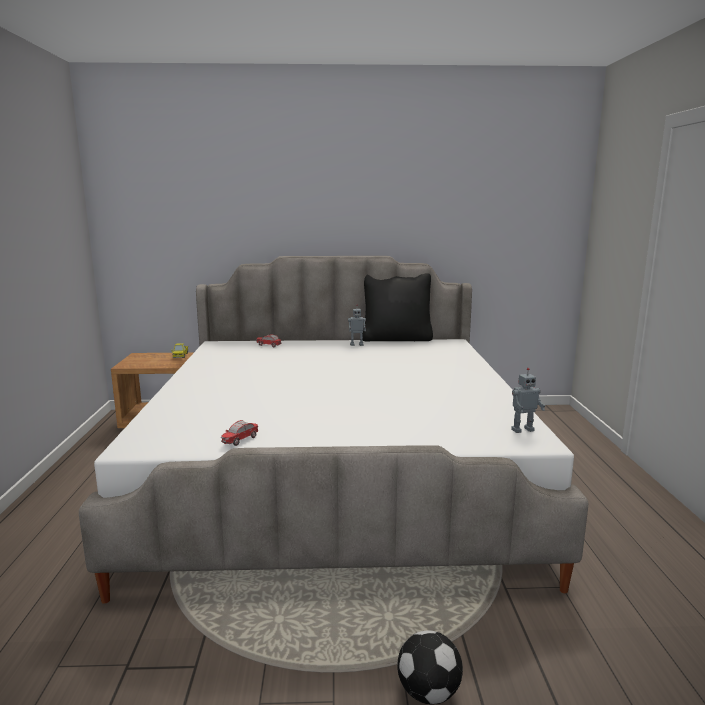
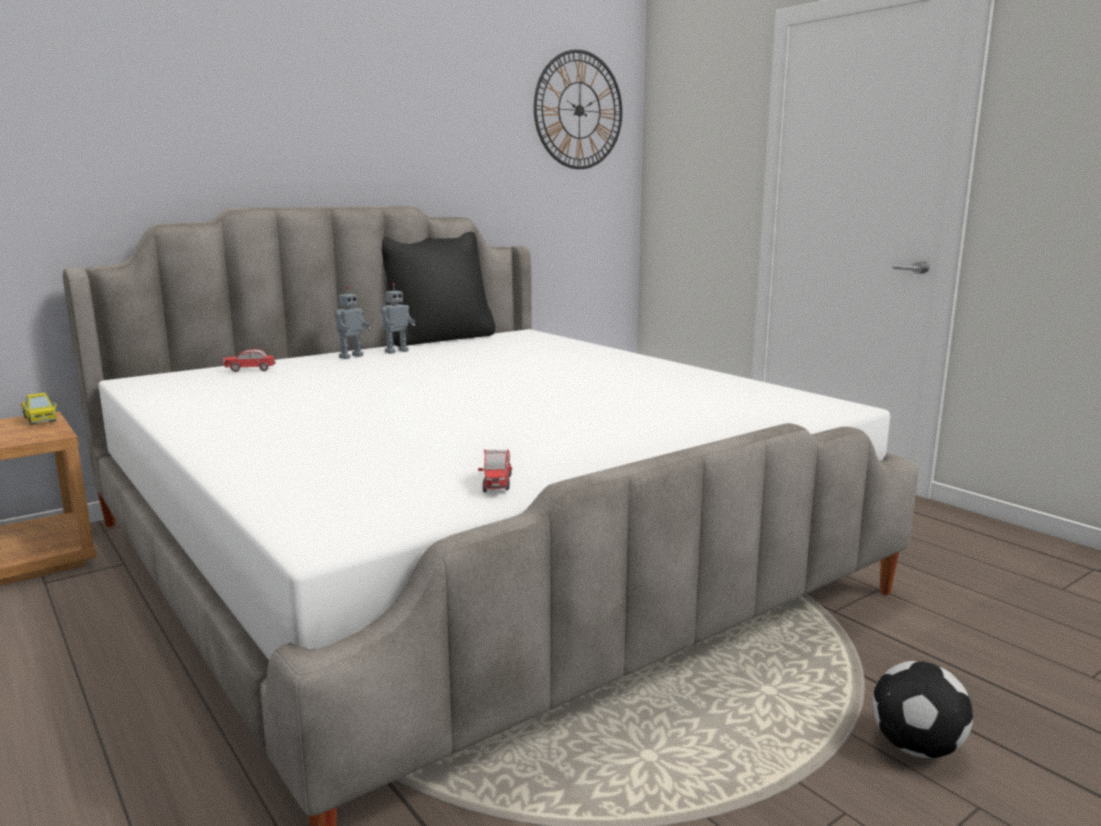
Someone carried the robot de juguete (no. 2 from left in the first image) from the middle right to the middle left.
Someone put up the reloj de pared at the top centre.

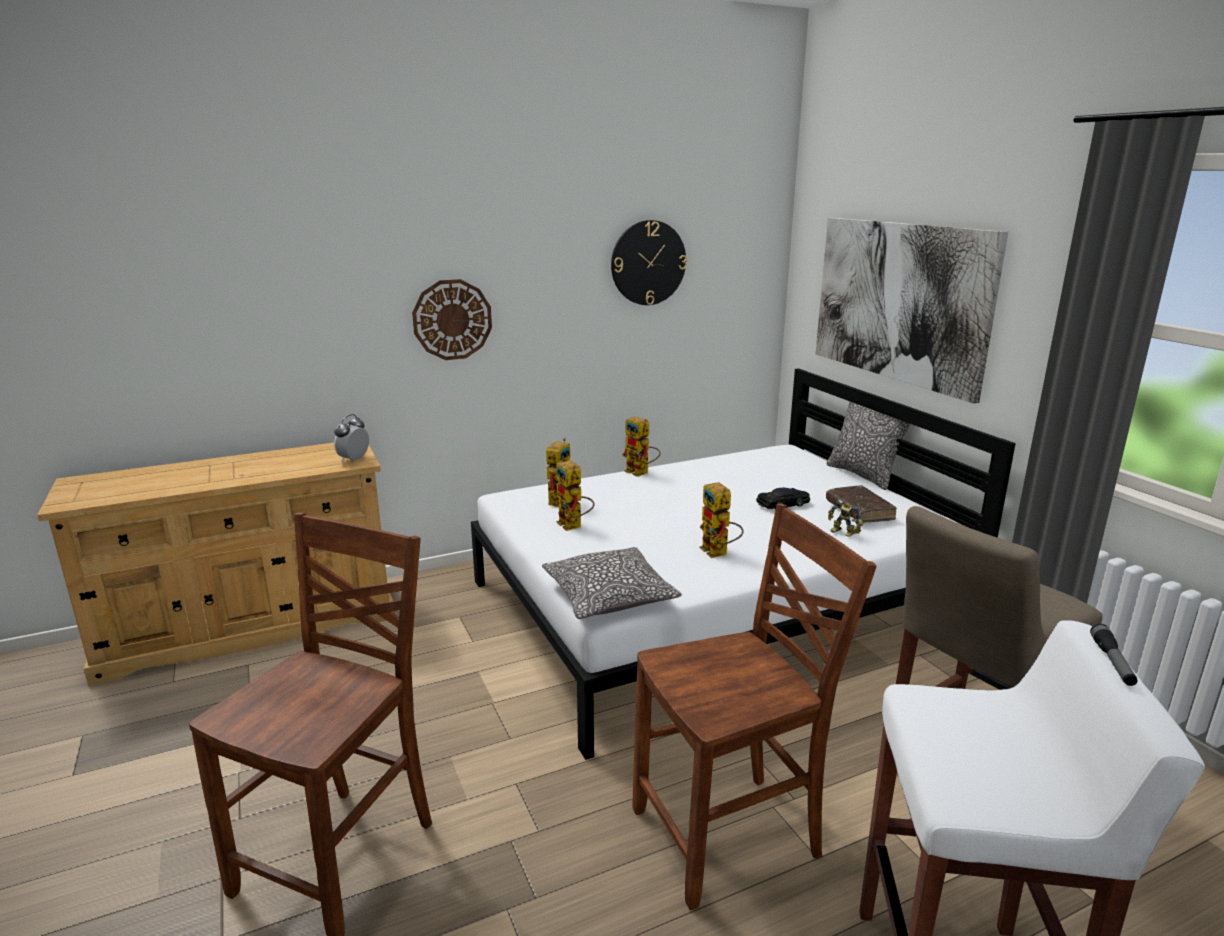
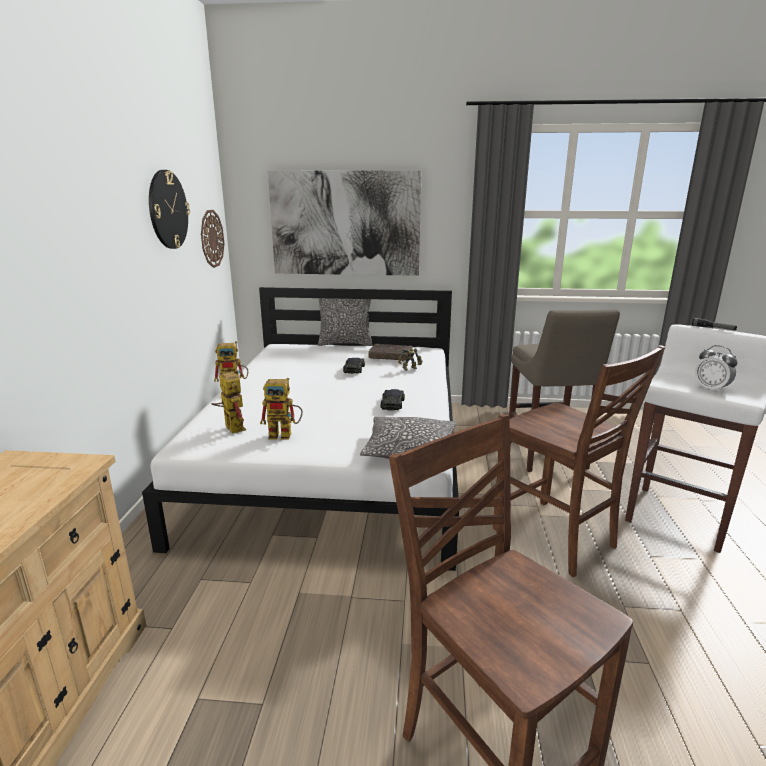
Someone carried the despertador from the middle left to the middle right.
Someone carried the reloj de pared (no. 1 from left in the first image) from the centre to the top left.
Someone rotated the silla/marrón (no. 2 from left) at the bottom centre by 135 degrees clockwise.
Someone swapped the robot de juguete (no. 4 from left) at the centre for the coche de juguete/negro (no. 2 from left) at the centre.

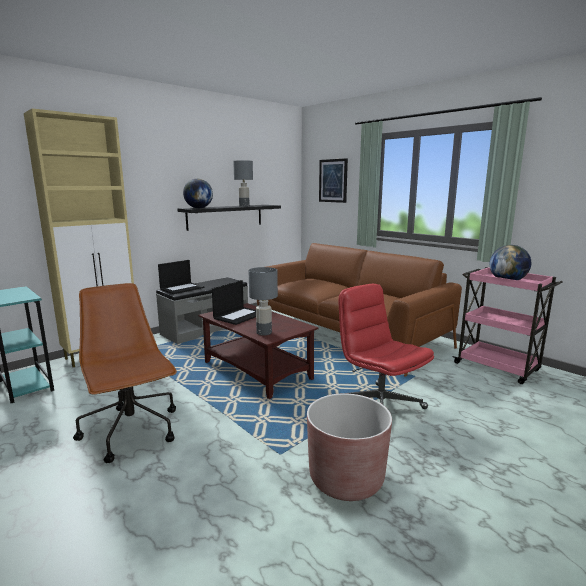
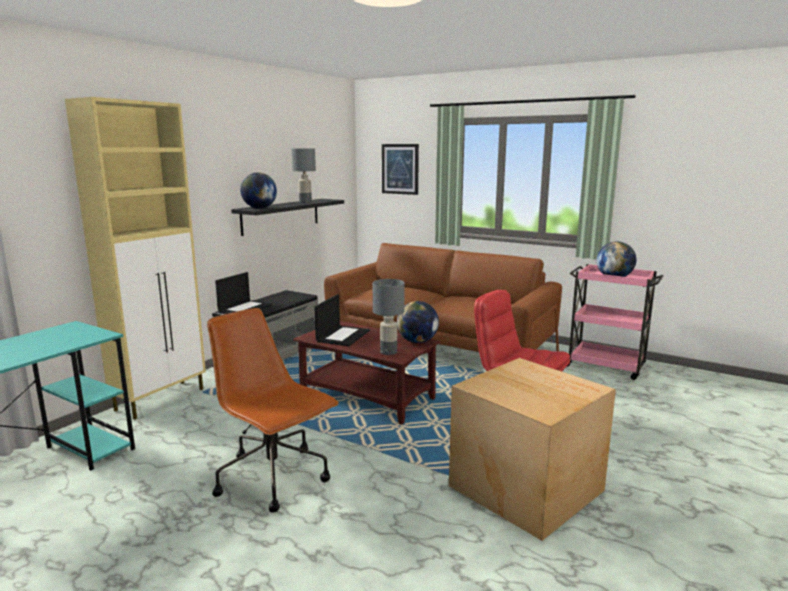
Someone swapped the maceta/marrón at the bottom centre for the caja de cartón at the bottom right.
Someone put down the globo terráqueo (no. 2 from left) at the centre.

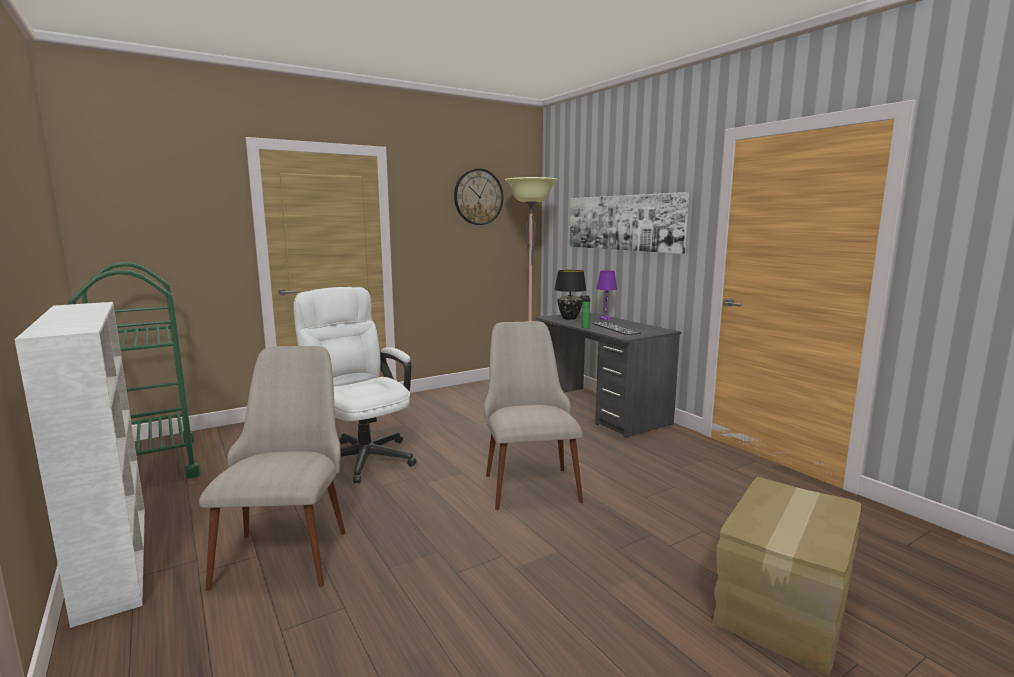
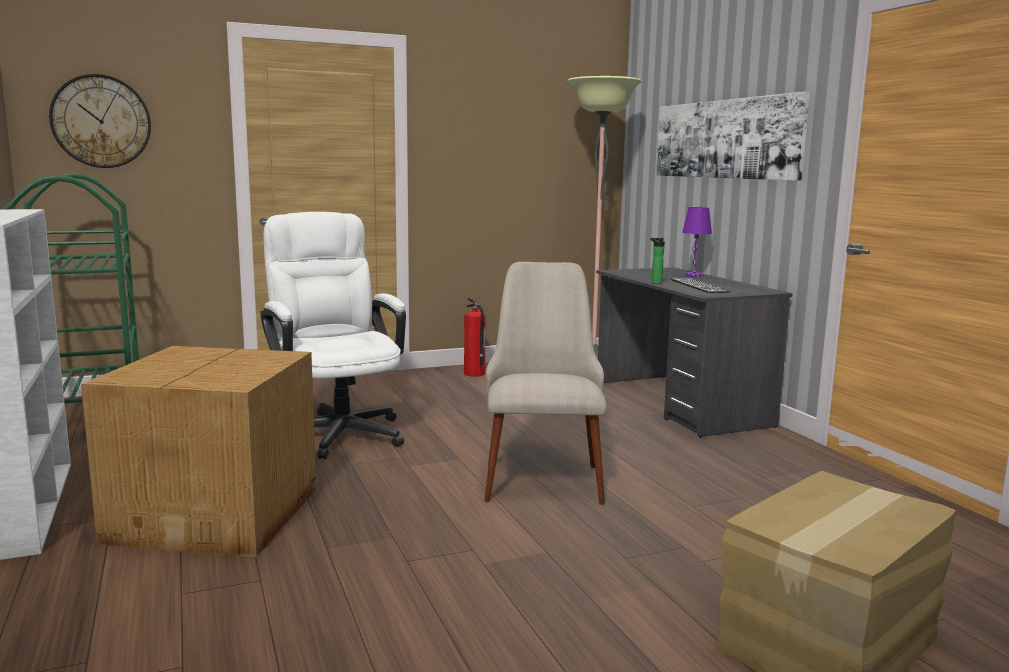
Someone swapped the silla/beis (no. 1 from left) at the bottom left for the caja de cartón (no. 1 from left) at the bottom left.
Someone carried the reloj de pared from the top centre to the top left.
Someone took away the lámpara de mesa/negro at the centre.
Someone put down the extintor at the centre.

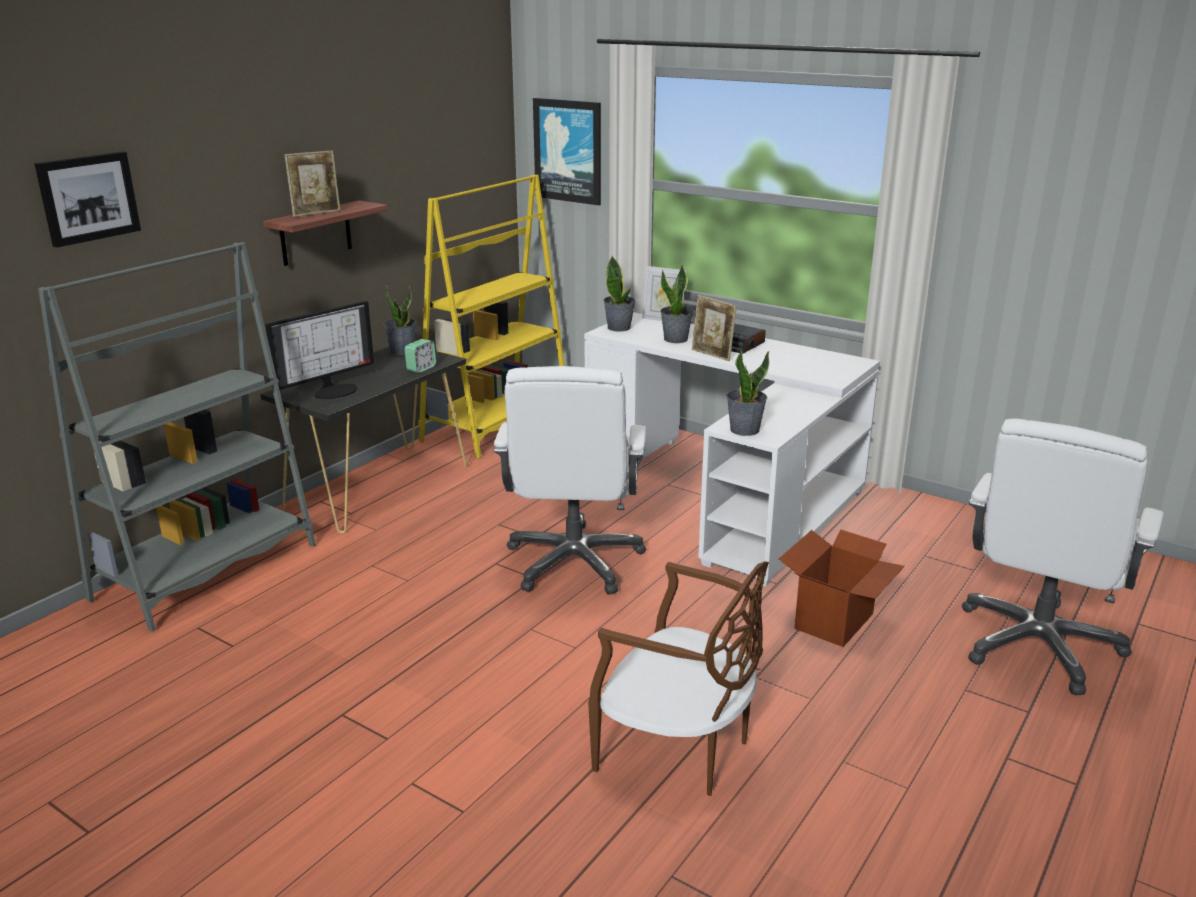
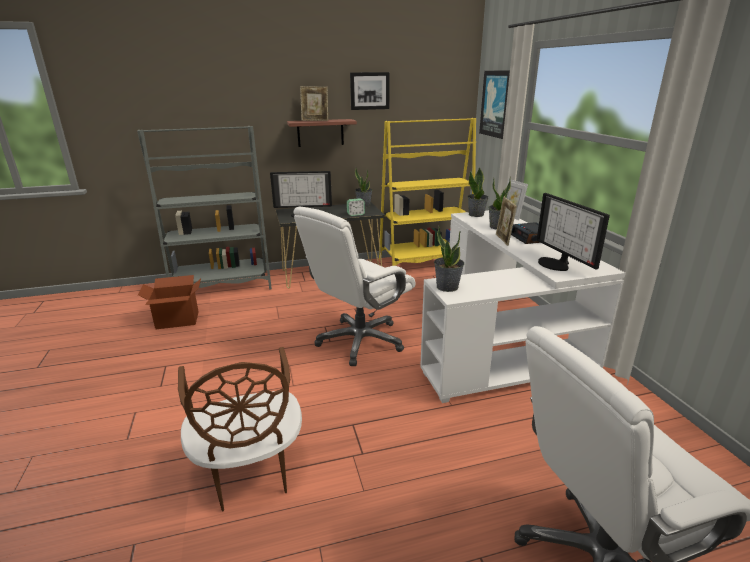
Someone carried the cuadro (no. 1 from left) from the top left to the top centre.
Someone carried the caja de cartón from the middle right to the middle left.
Someone put down the monitor (no. 2 from left) at the middle right.

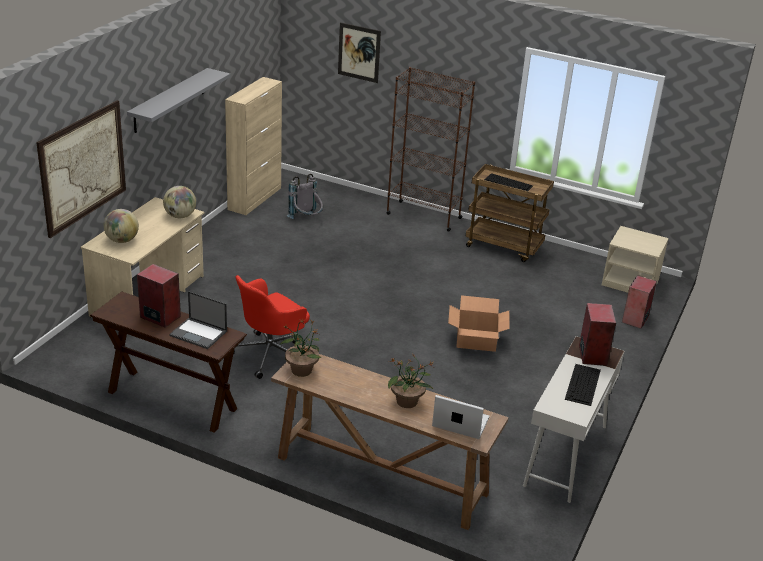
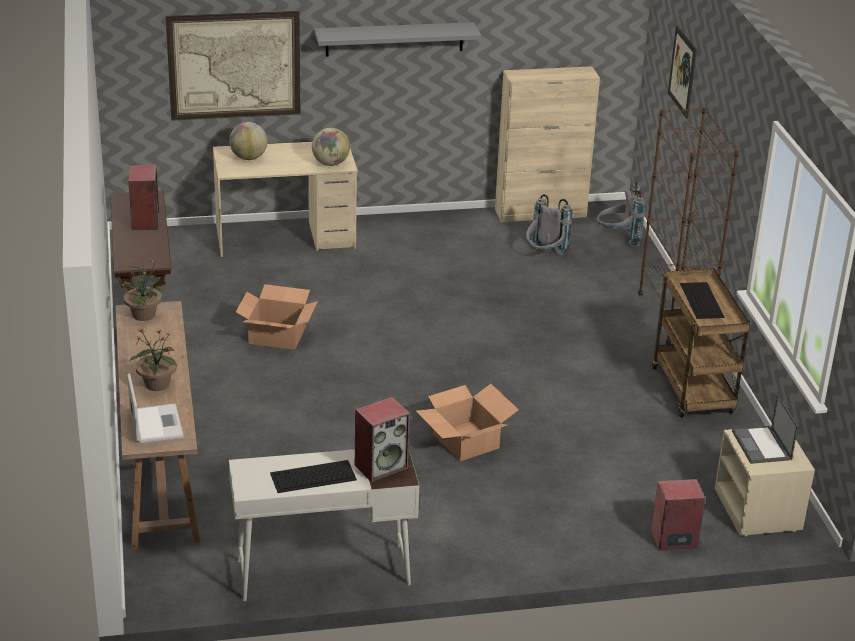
Someone carried the portátil (no. 1 from left in the first image) from the middle left to the bottom right.
Someone swapped the silla de oficina/rojo at the centre for the caja de cartón (no. 1 from left) at the middle left.
Someone put down the mochila/gris (no. 2 from left) at the middle right.

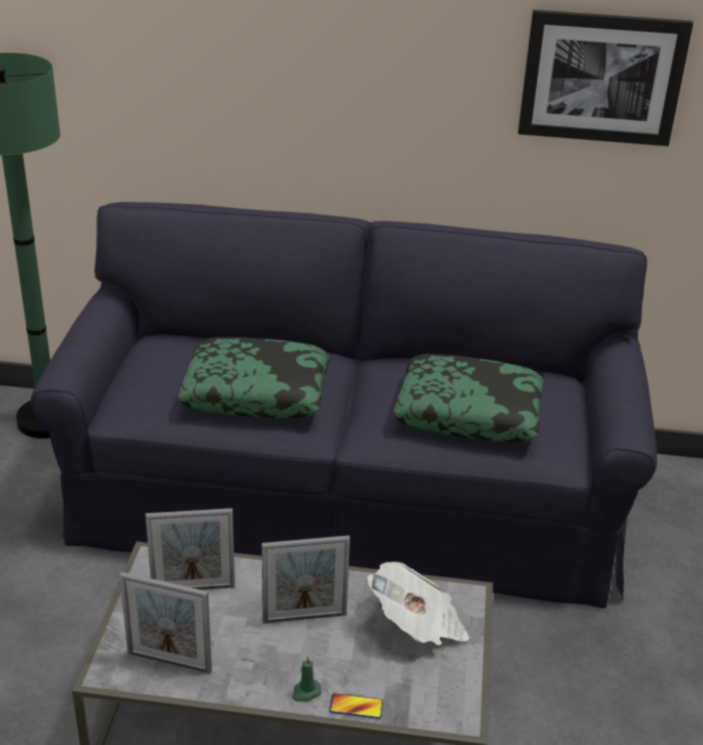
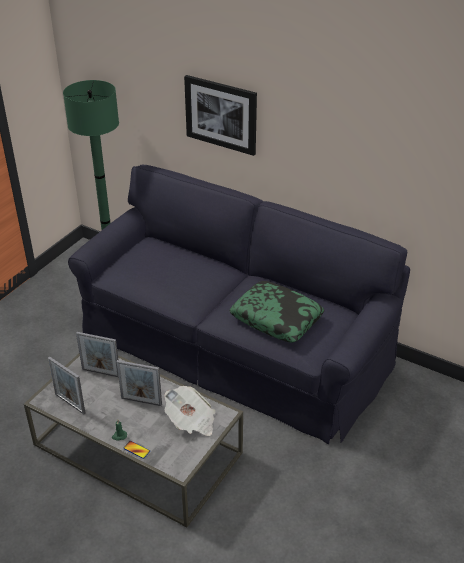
Someone took away the cojín (no. 1 from left) at the centre.
Someone carried the cuadro from the top right to the top centre.

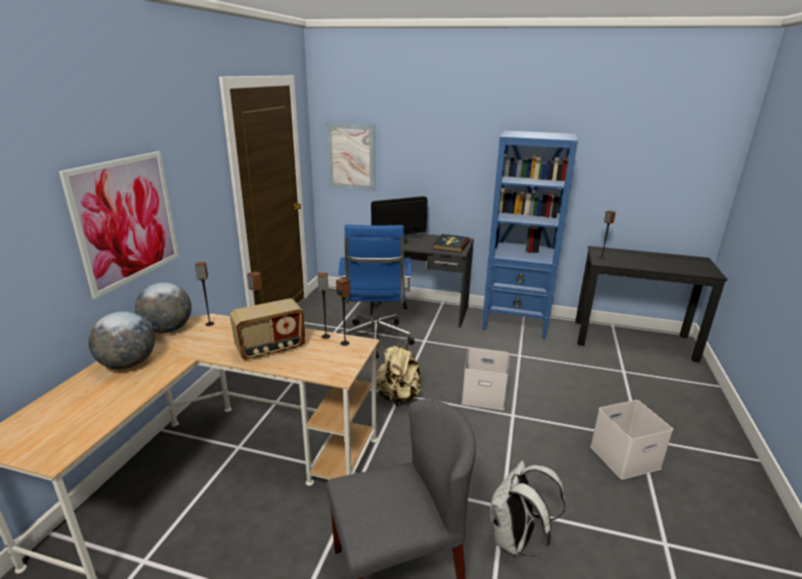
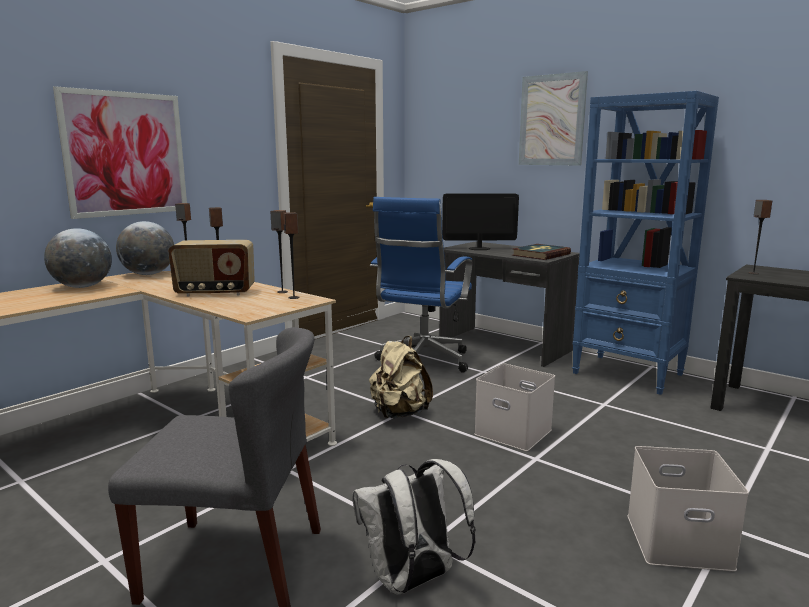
Someone carried the cuadro (no. 2 from left) from the top centre to the top right.

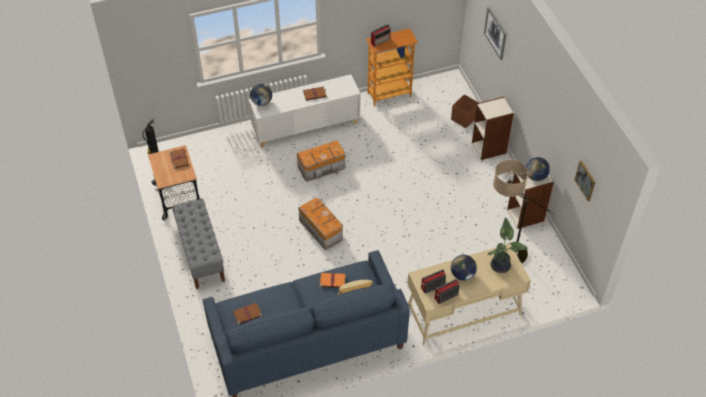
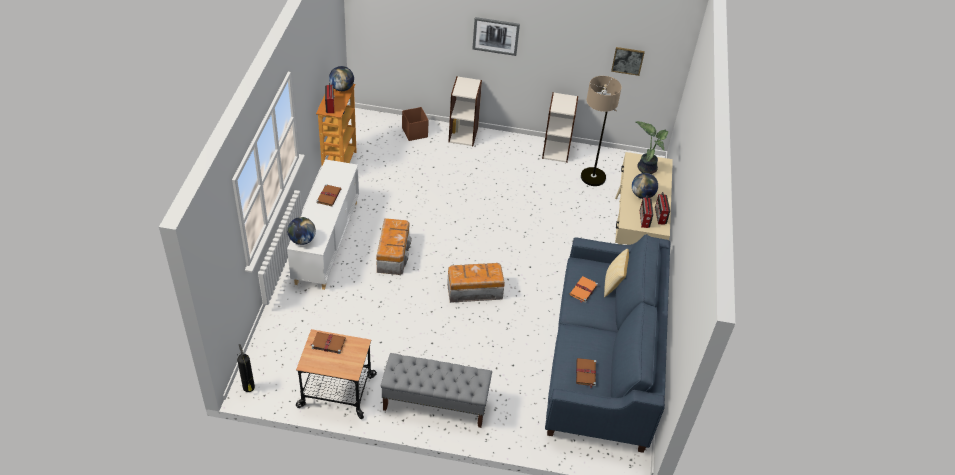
Someone carried the cuadro (no. 1 from left) from the top right to the top centre.
Someone carried the globo terráqueo (no. 3 from left in the first image) from the middle right to the top centre.

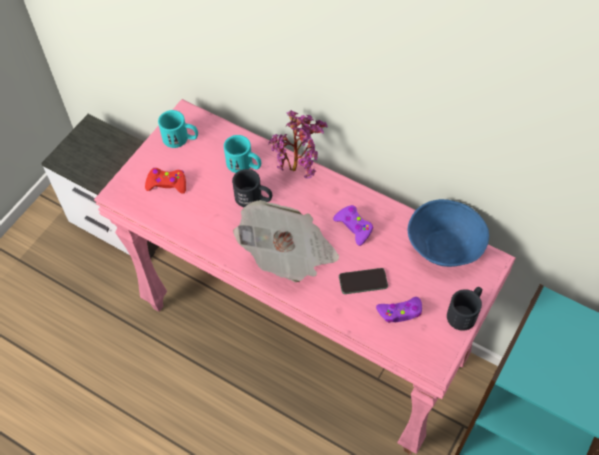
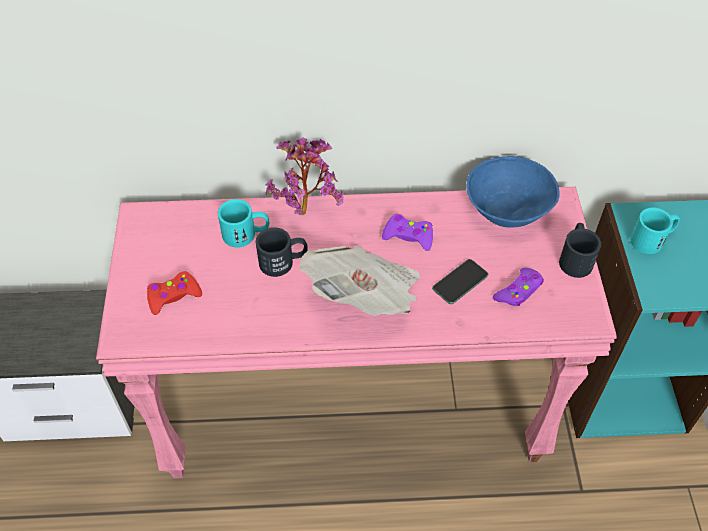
Someone carried the taza grande/turquesa (no. 1 from left in the first image) from the top left to the middle right.

